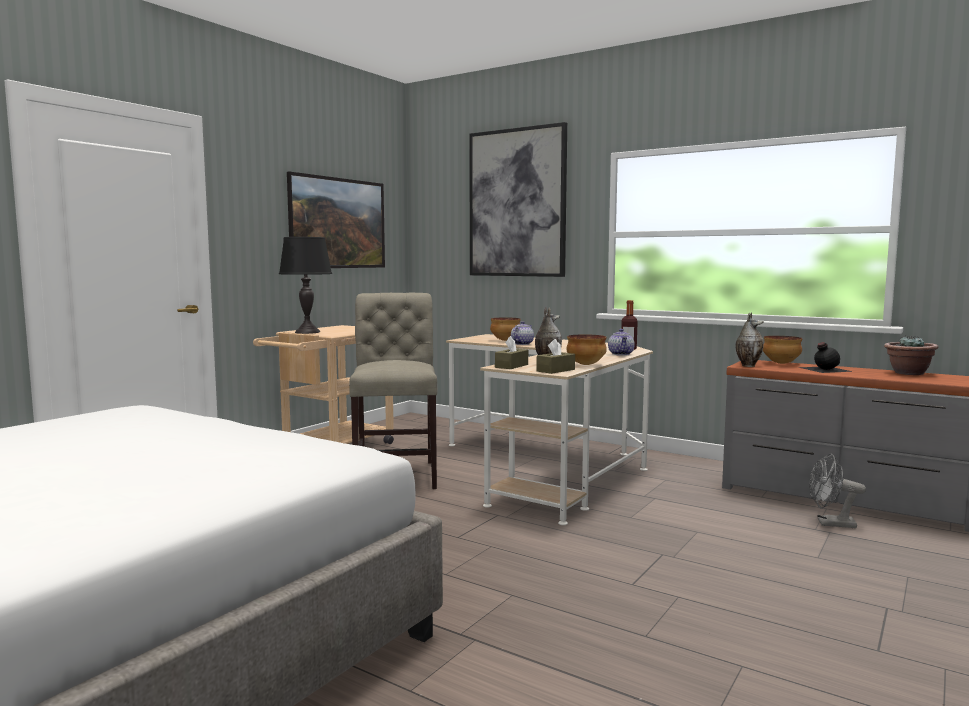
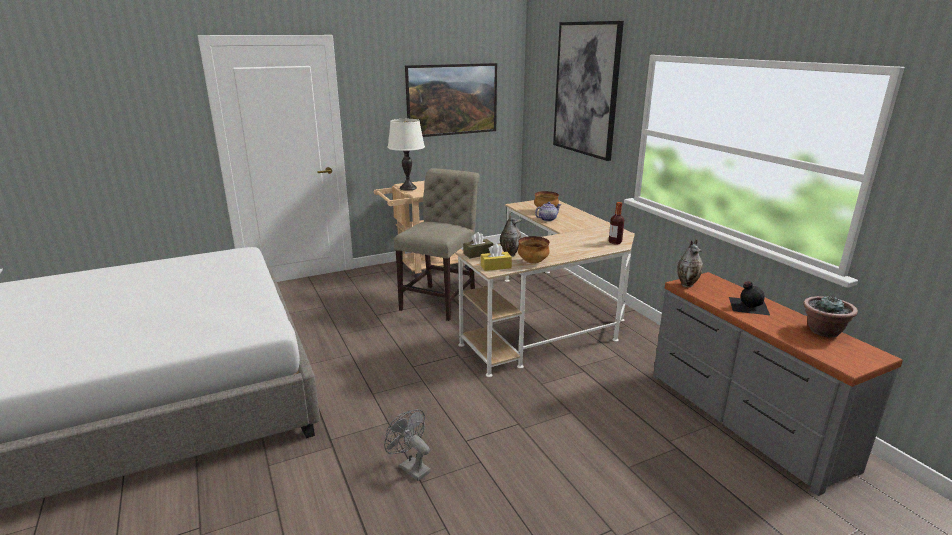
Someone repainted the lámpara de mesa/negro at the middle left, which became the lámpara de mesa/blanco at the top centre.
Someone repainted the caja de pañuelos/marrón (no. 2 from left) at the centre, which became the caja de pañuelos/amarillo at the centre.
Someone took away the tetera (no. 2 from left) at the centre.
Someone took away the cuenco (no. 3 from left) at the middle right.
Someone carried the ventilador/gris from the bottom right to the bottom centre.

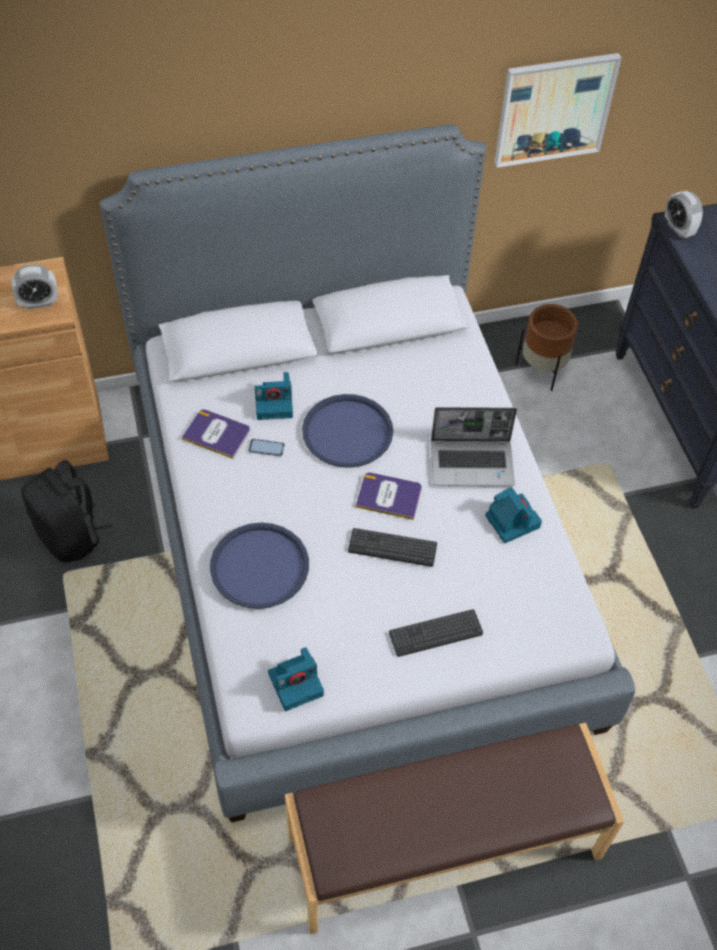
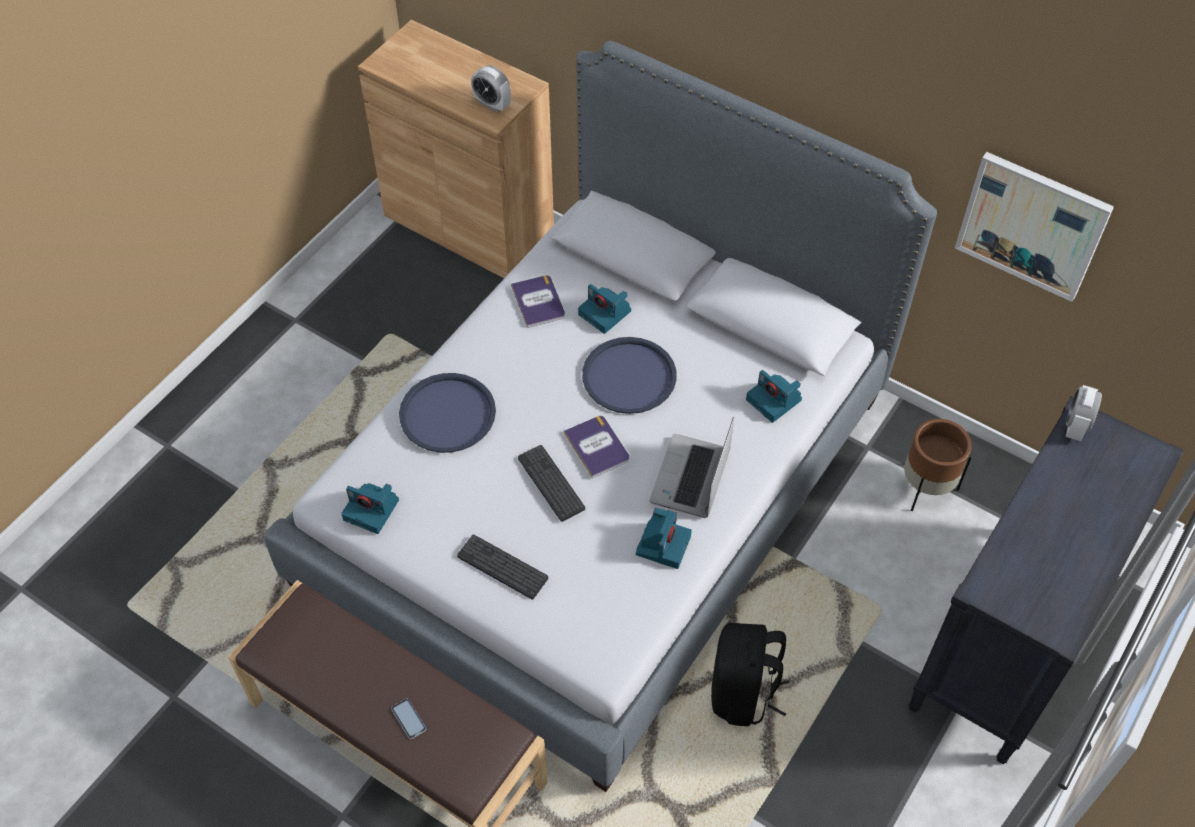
Someone carried the mochila/negro from the middle left to the bottom centre.
Someone carried the móvil from the centre to the bottom centre.
Someone rotated the portátil at the centre by 60 degrees clockwise.
Someone put down the cámara (no. 4 from left) at the centre.

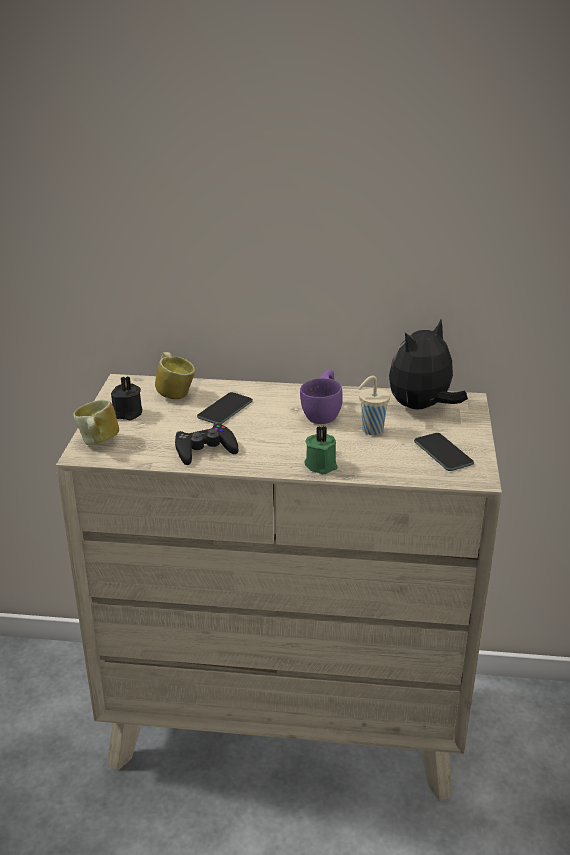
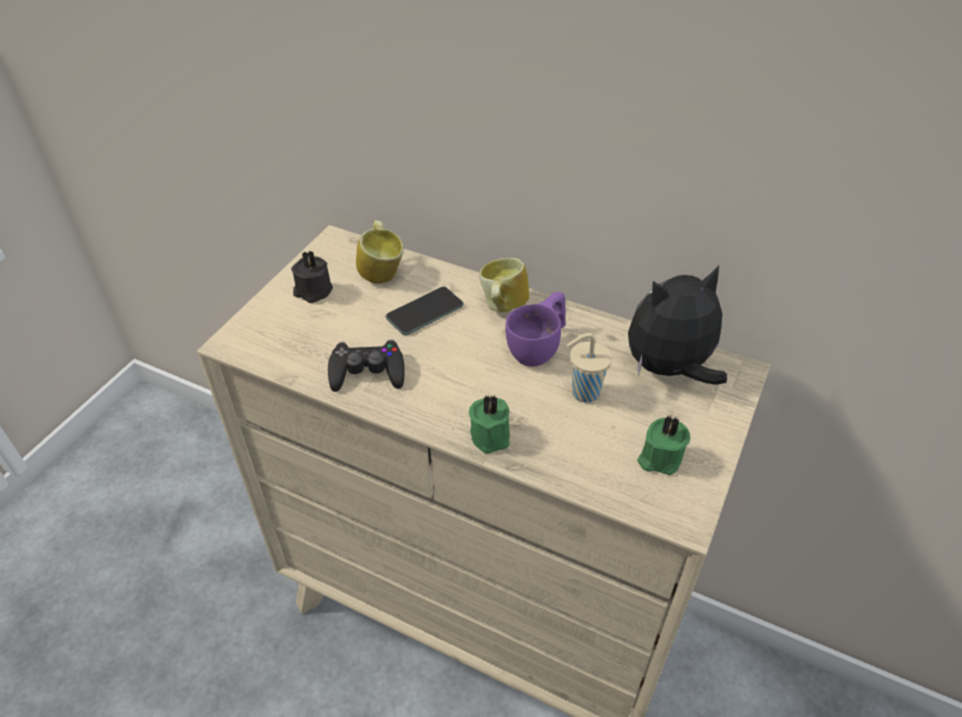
Someone carried the taza grande (no. 1 from left in the first image) from the middle left to the centre.
Someone swapped the móvil (no. 2 from left) at the middle right for the vela/verde (no. 2 from left) at the middle right.

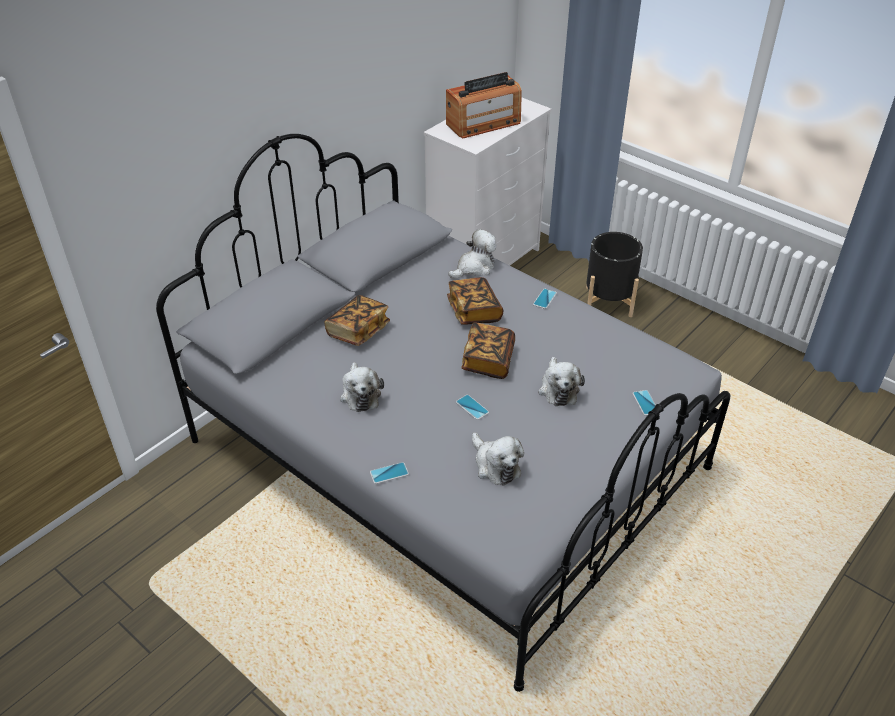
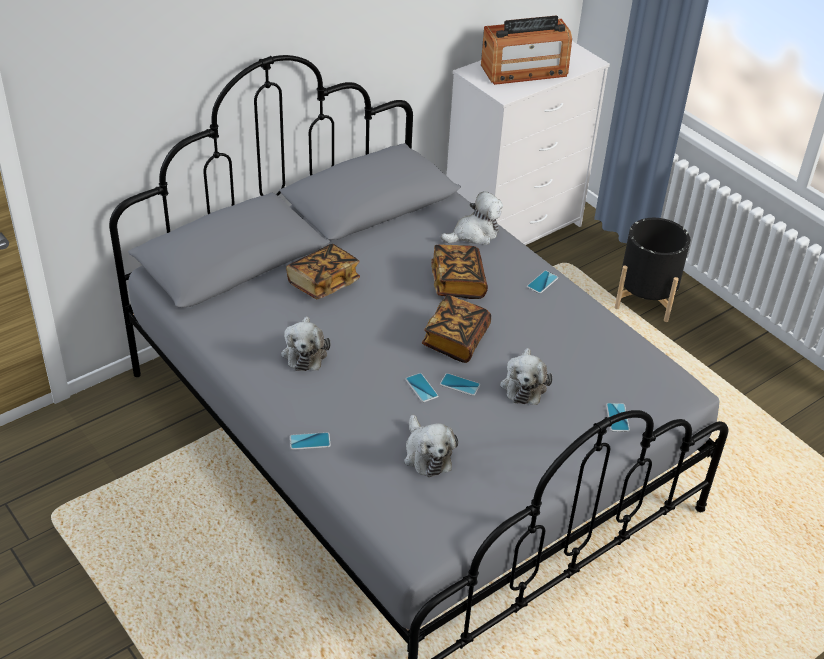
Someone put down the móvil (no. 3 from left) at the centre.

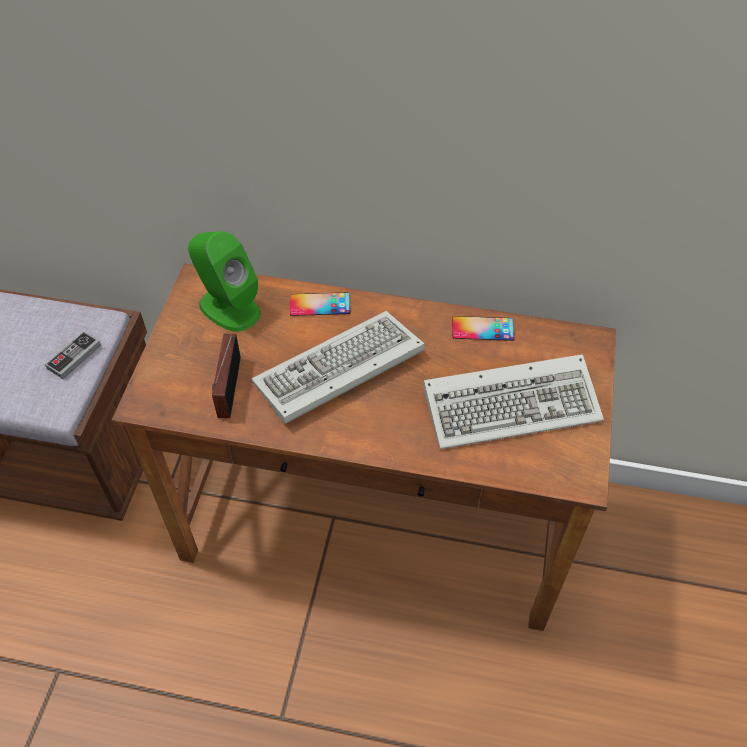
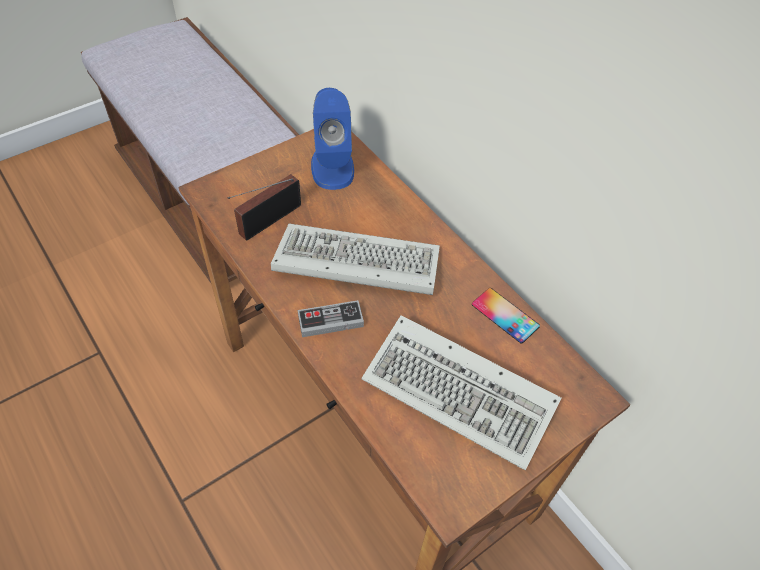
Someone carried the mando de consola from the middle left to the centre.
Someone repainted the altavoz/verde at the middle left, which became the altavoz/azul at the top centre.
Someone took away the móvil (no. 1 from left) at the centre.

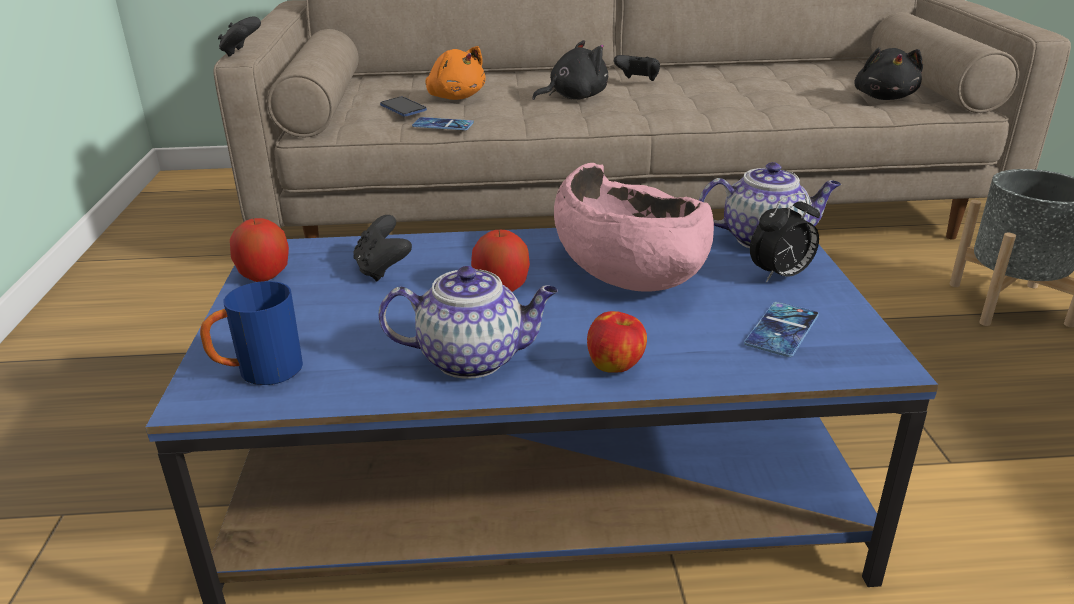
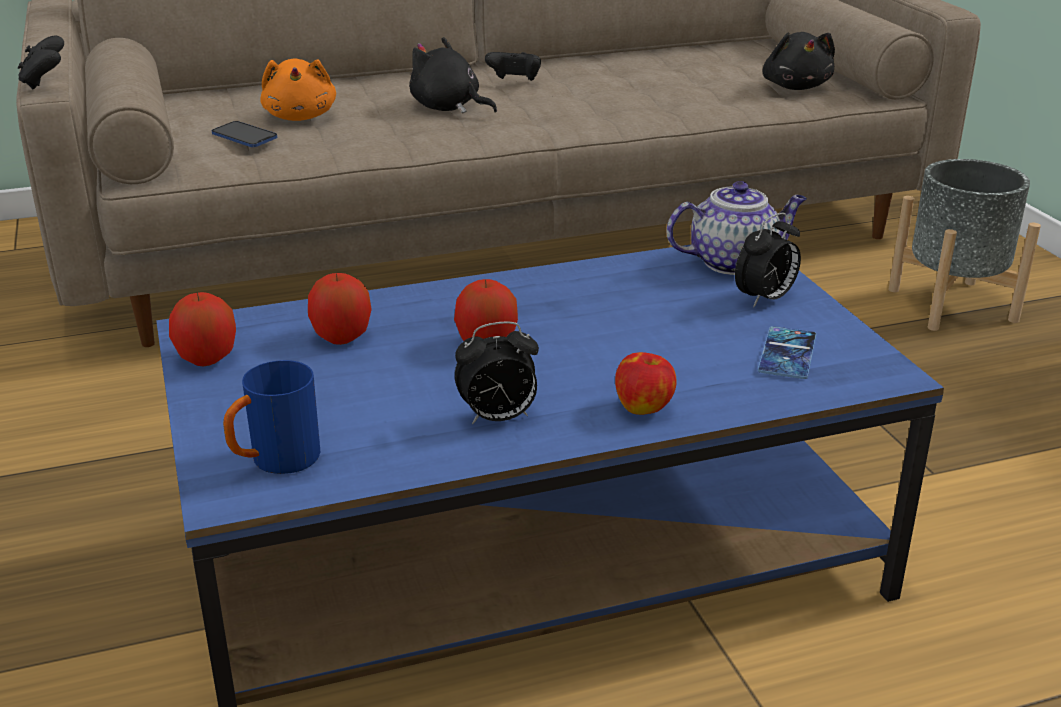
Someone swapped the mando de consola/negro (no. 2 from left) at the centre for the manzana (no. 2 from left) at the middle left.
Someone swapped the tetera (no. 1 from left) at the centre for the despertador (no. 1 from left) at the centre.
Someone took away the móvil (no. 2 from left) at the top centre.
Someone rotated the peluche/naranja at the top centre by 45 degrees clockwise.
Someone rotated the peluche/negro (no. 1 from left) at the top centre by 105 degrees counterclockwise.
Someone took away the cuenco/rosa at the centre.

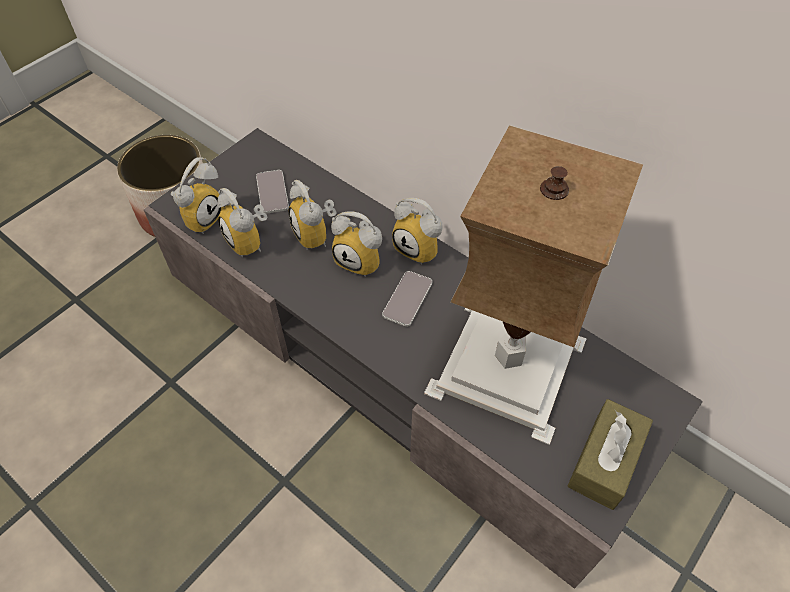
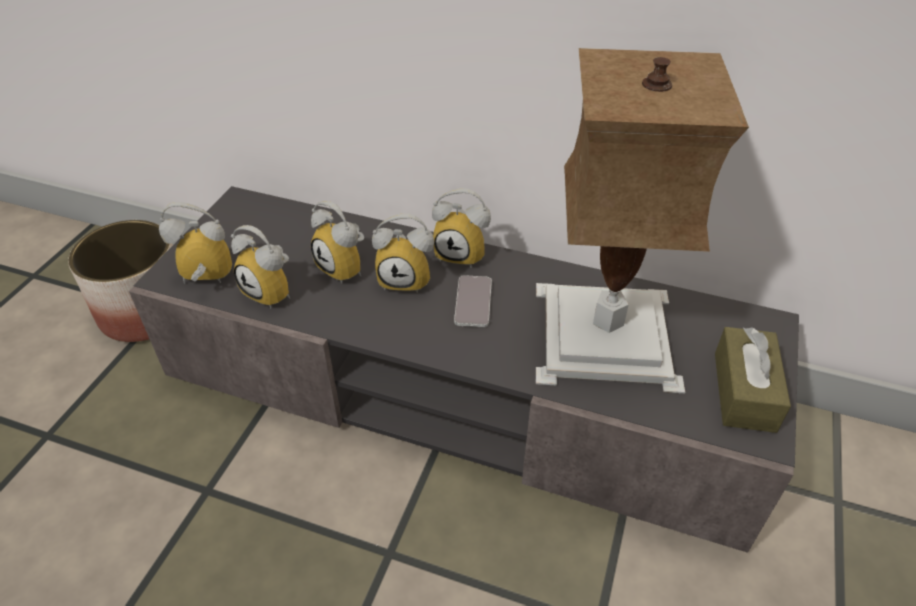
Someone rotated the despertador (no. 1 from left) at the top left by 105 degrees counterclockwise.
Someone took away the móvil (no. 1 from left) at the top centre.

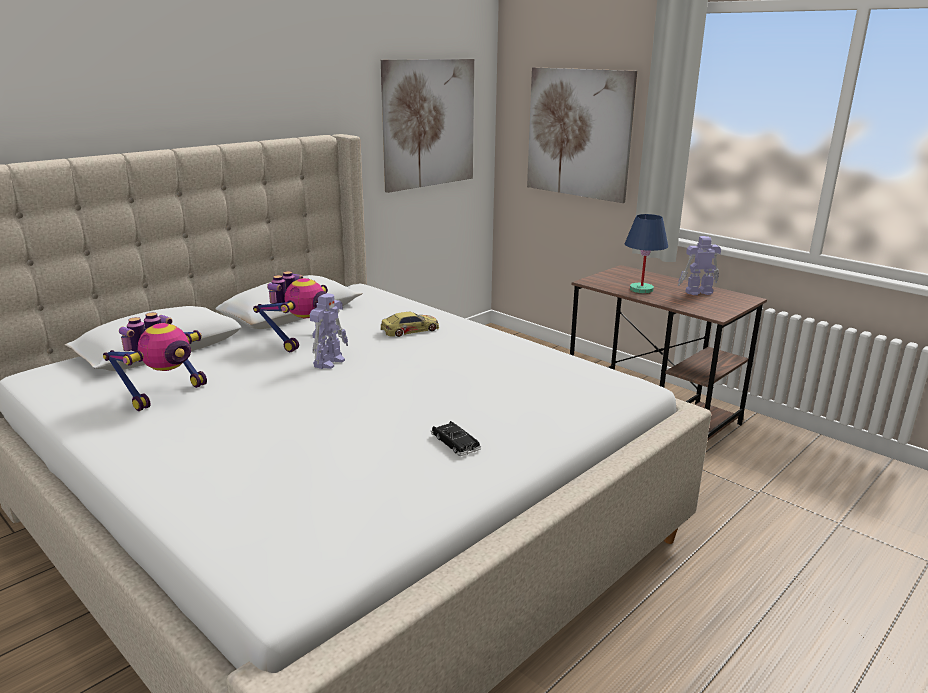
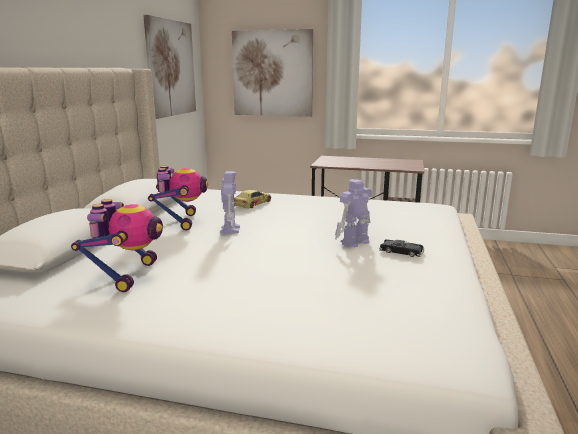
Someone took away the lámpara de mesa/azul at the middle right.
Someone carried the robot de juguete (no. 4 from left) from the middle right to the centre.

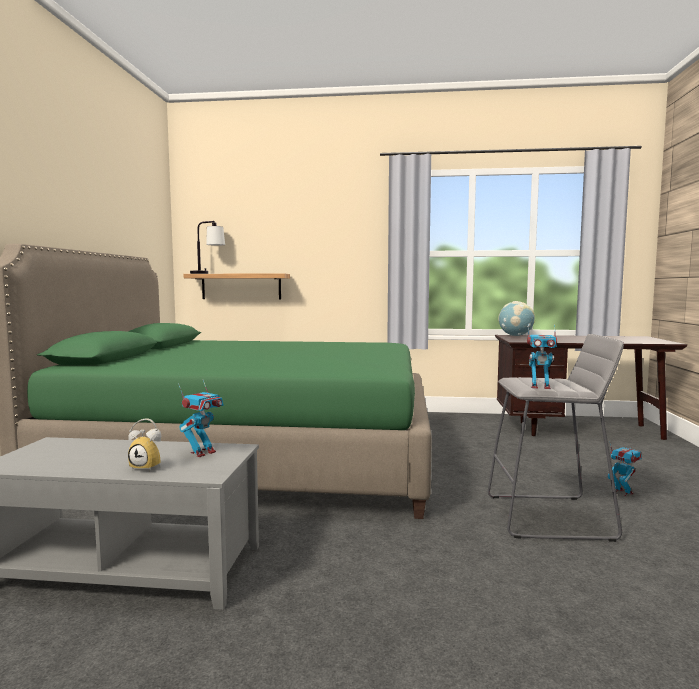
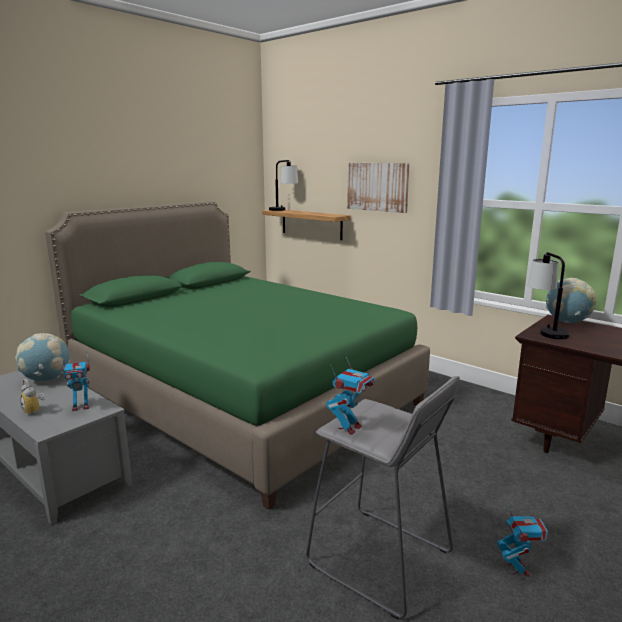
Someone rotated the robot de juguete (no. 2 from left) at the middle right by 105 degrees counterclockwise.
Someone put down the globo terráqueo (no. 1 from left) at the middle left.
Someone put up the cuadro at the top centre.
Someone put down the lámpara de mesa (no. 2 from left) at the middle right.

